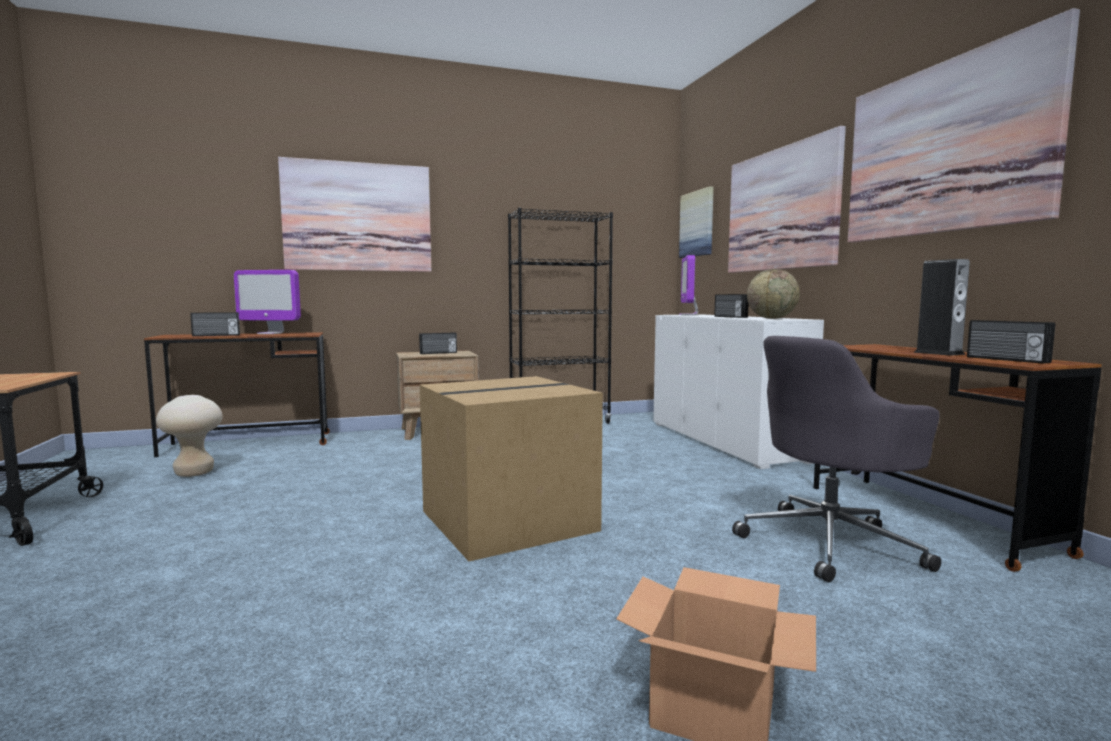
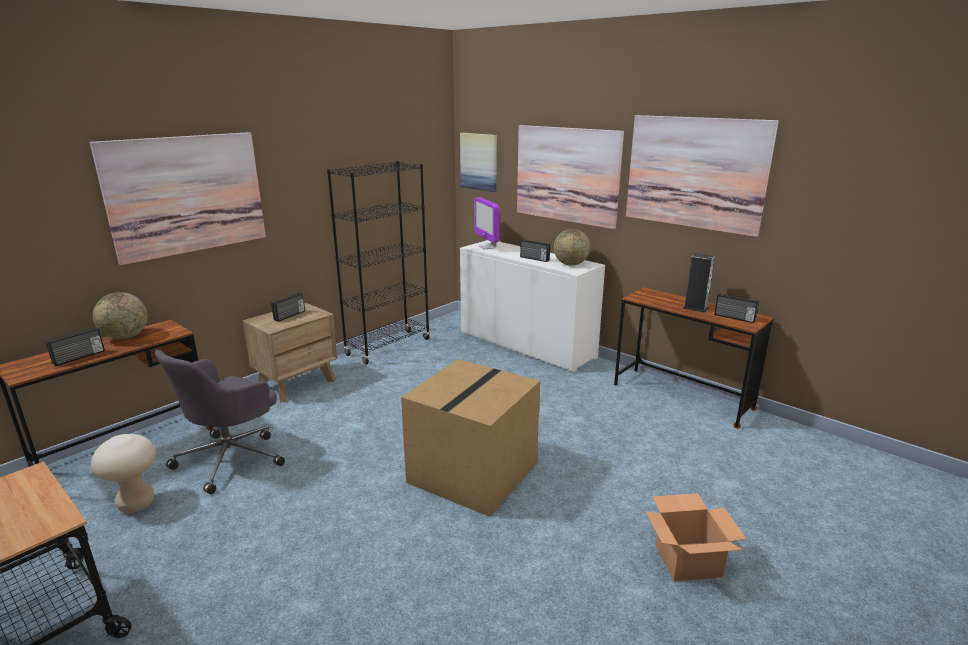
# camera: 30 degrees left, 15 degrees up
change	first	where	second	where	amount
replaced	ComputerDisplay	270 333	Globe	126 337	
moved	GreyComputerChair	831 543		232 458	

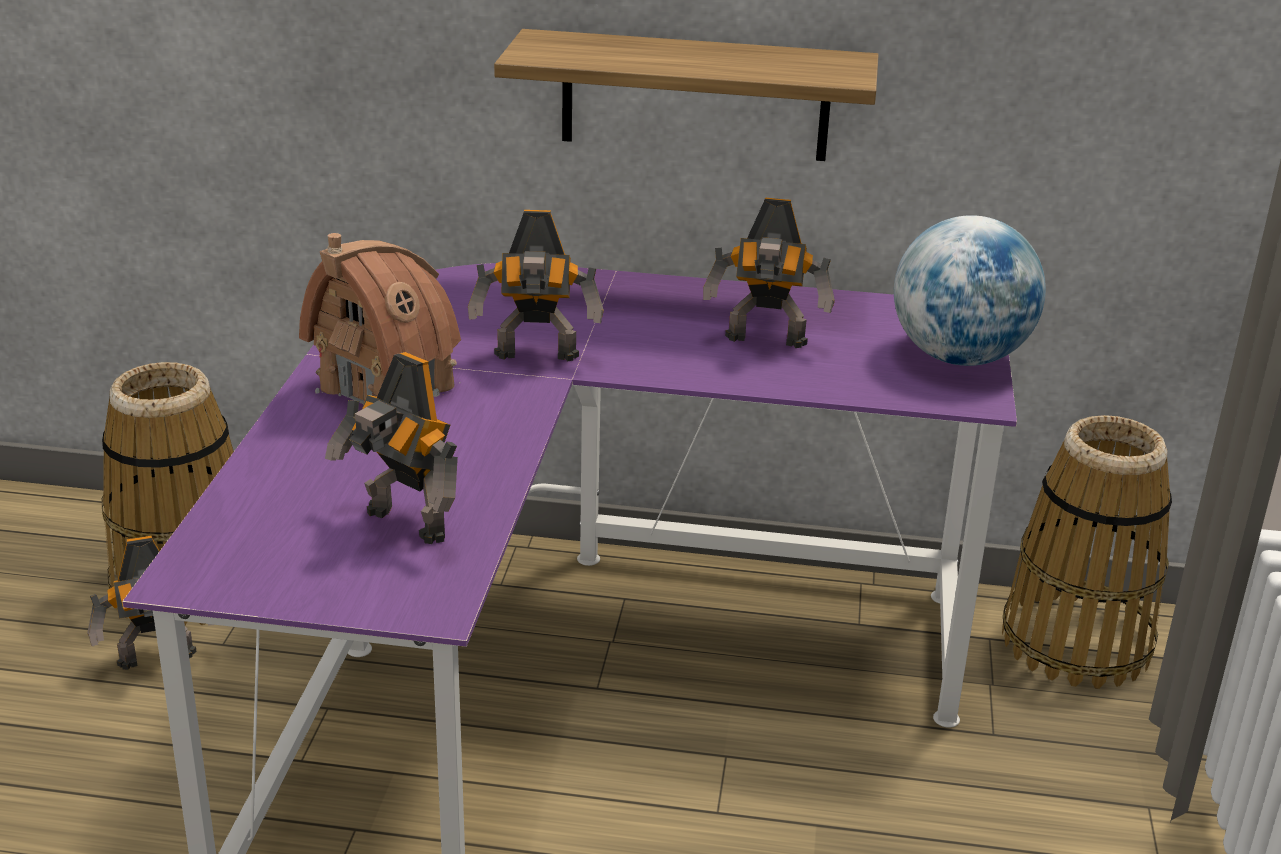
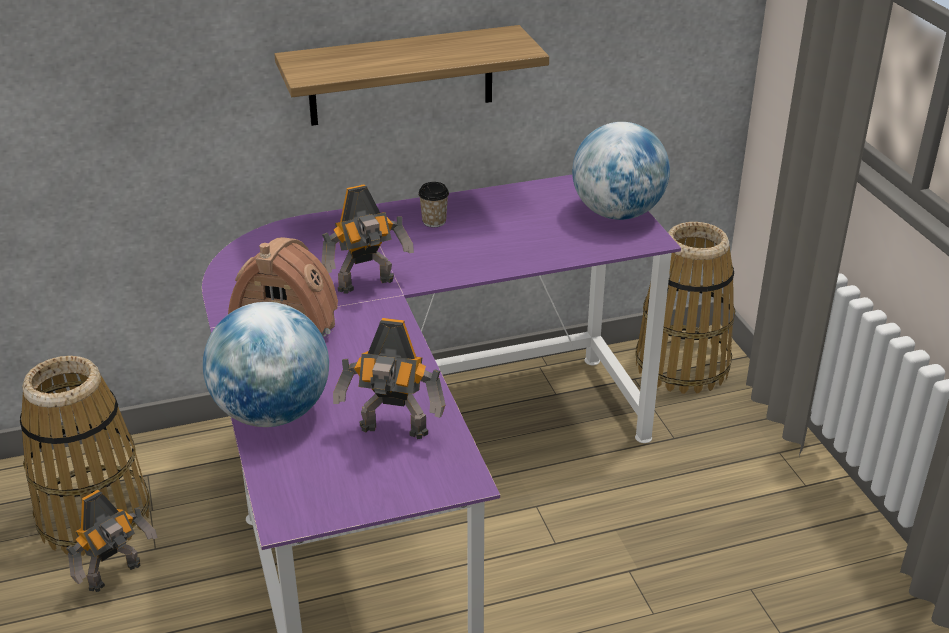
# camera: 25 degrees left, 5 degrees up
change	first	where	second	where	amount
removed	RobotFigure	766 342			
added			Cup	434 221	
added			Globe	272 413	

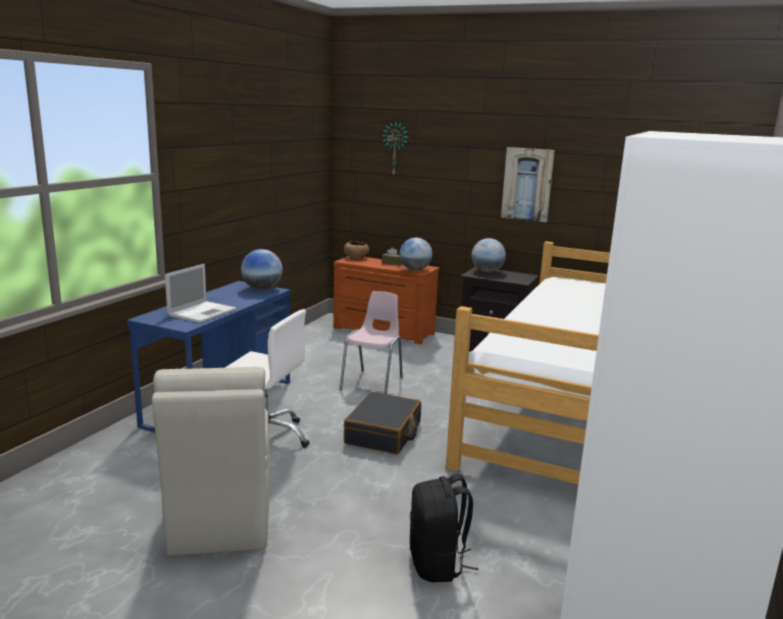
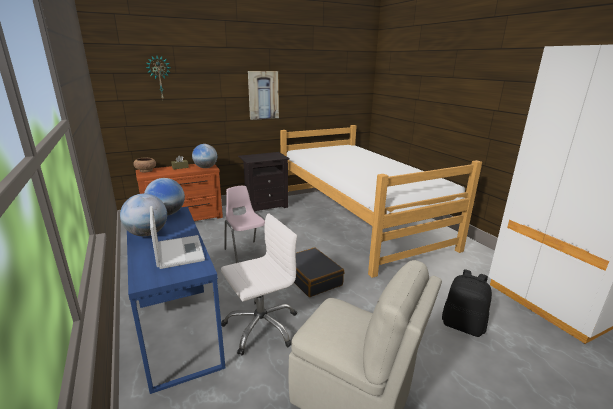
# camera: 50 degrees left, 5 degrees up
change	first	where	second	where	amount
moved	Globe	487 271		147 234	

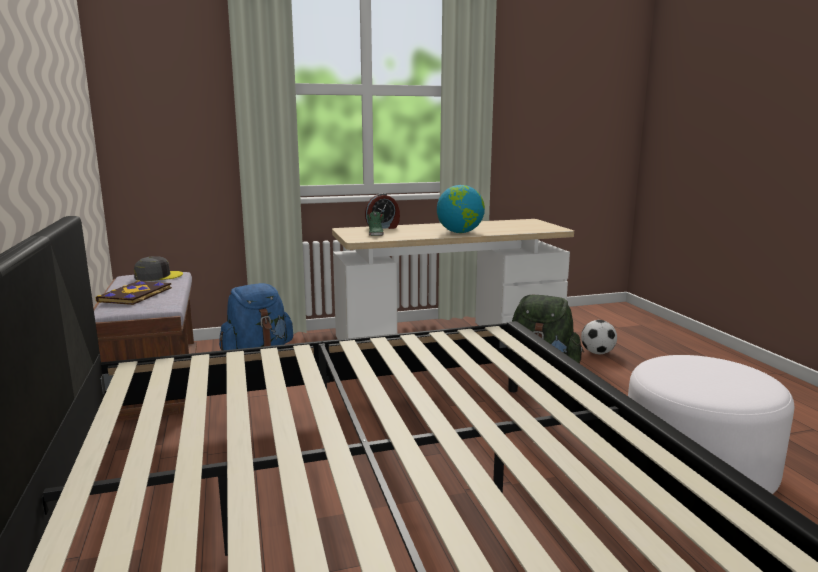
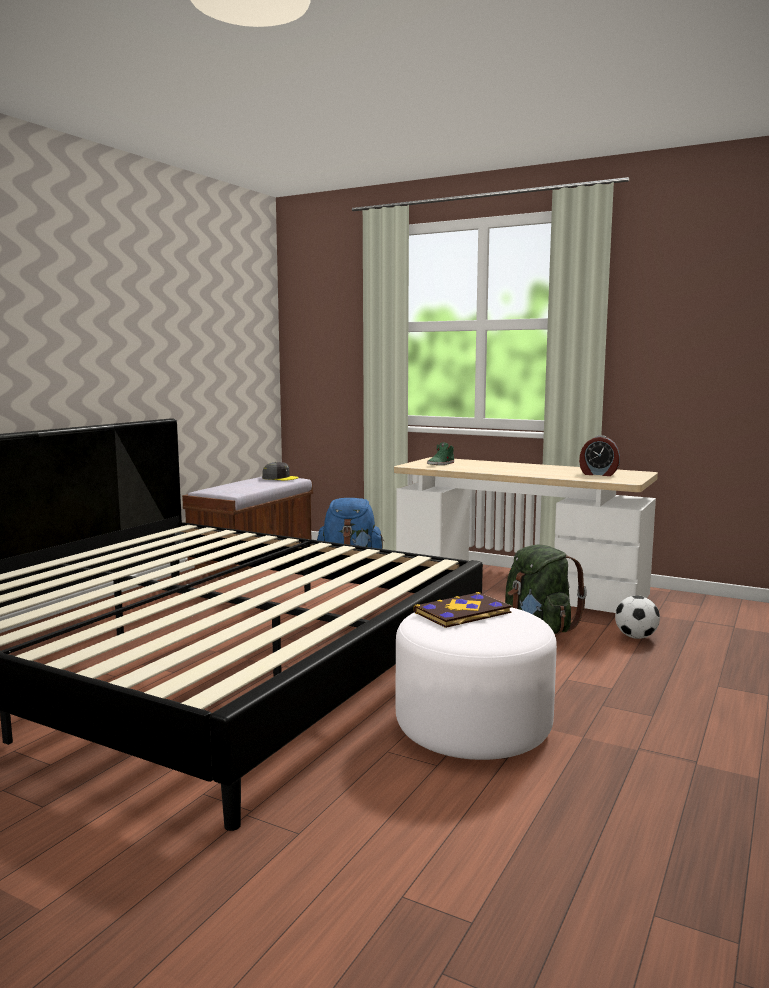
# camera: 45 degrees right, 5 degrees down
change	first	where	second	where	amount
removed	Globe	460 232			
moved	TableClock	383 227		598 474	
moved	Volume	136 295		463 613	

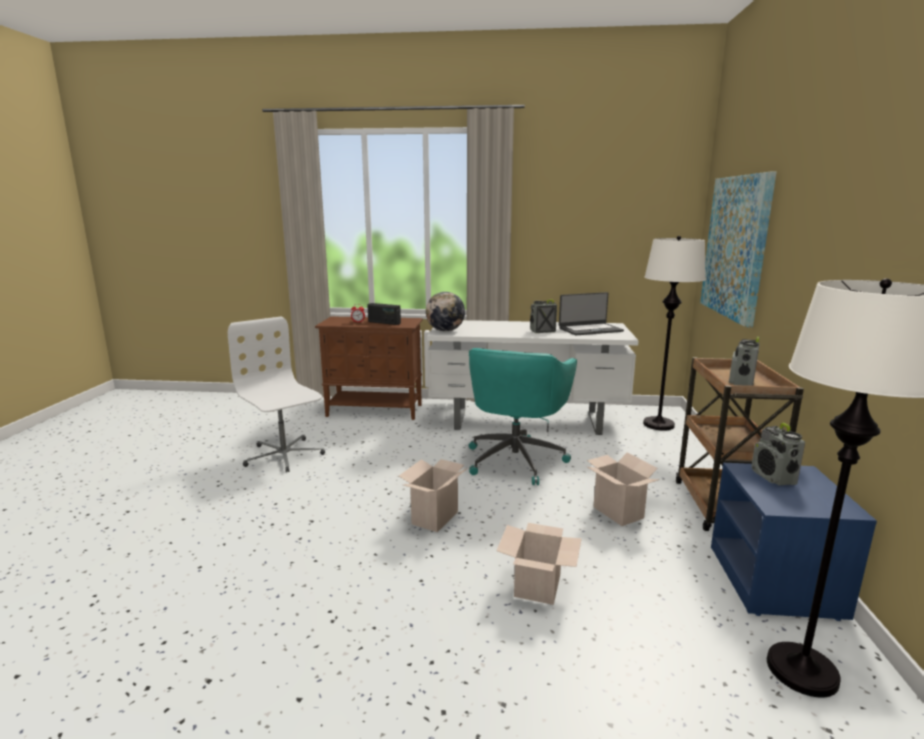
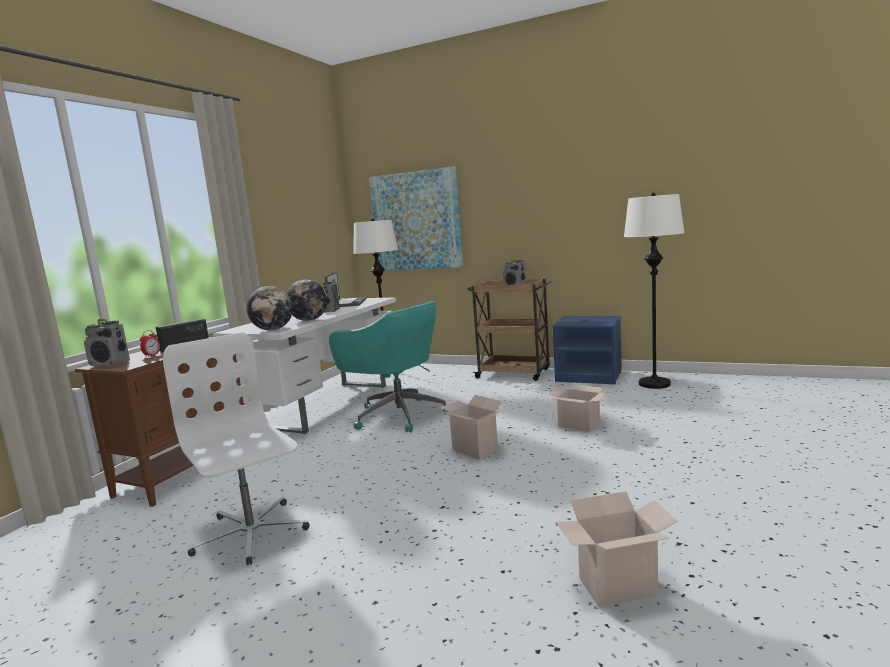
# camera: 70 degrees left, 5 degrees down
change	first	where	second	where	amount
turned	WhiteColouredComputerChair	283 455		250 533	75 degrees clockwise
moved	Radio	773 477		110 364	
moved	PackingBox	616 512		616 588	
added			Globe	309 320	

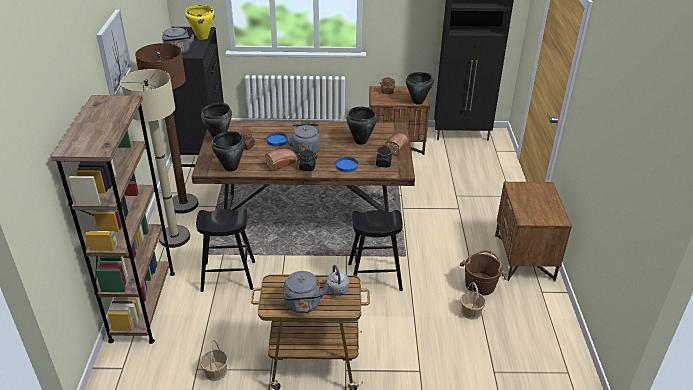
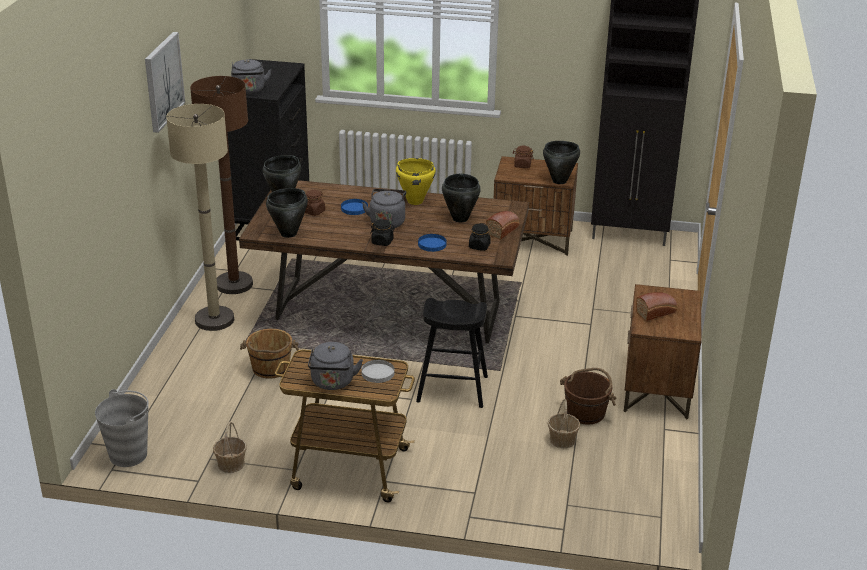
# camera: 10 degrees right, 5 degrees down
change	first	where	second	where	amount
moved	YellowStockpot	202 37		415 201	
removed	BrownBookshelf	143 305			
moved	Bread	282 163		657 312	
replaced	BlackishStool	228 276	BrownWaterBucket	270 368	
replaced	GreyKettle	337 290	WhiteColouredPlate	378 373	
added			GreyWaterBucket	129 455	

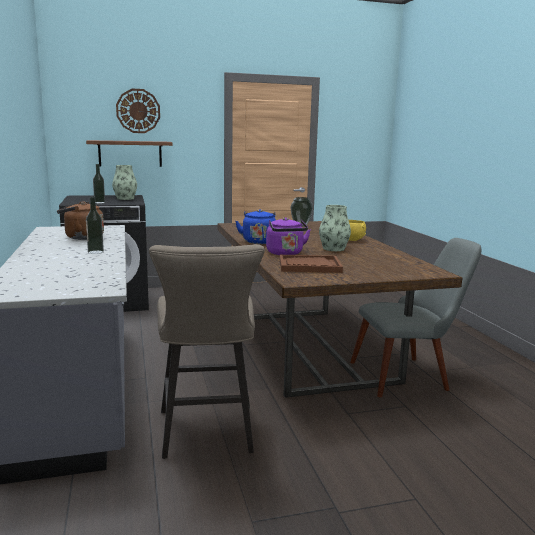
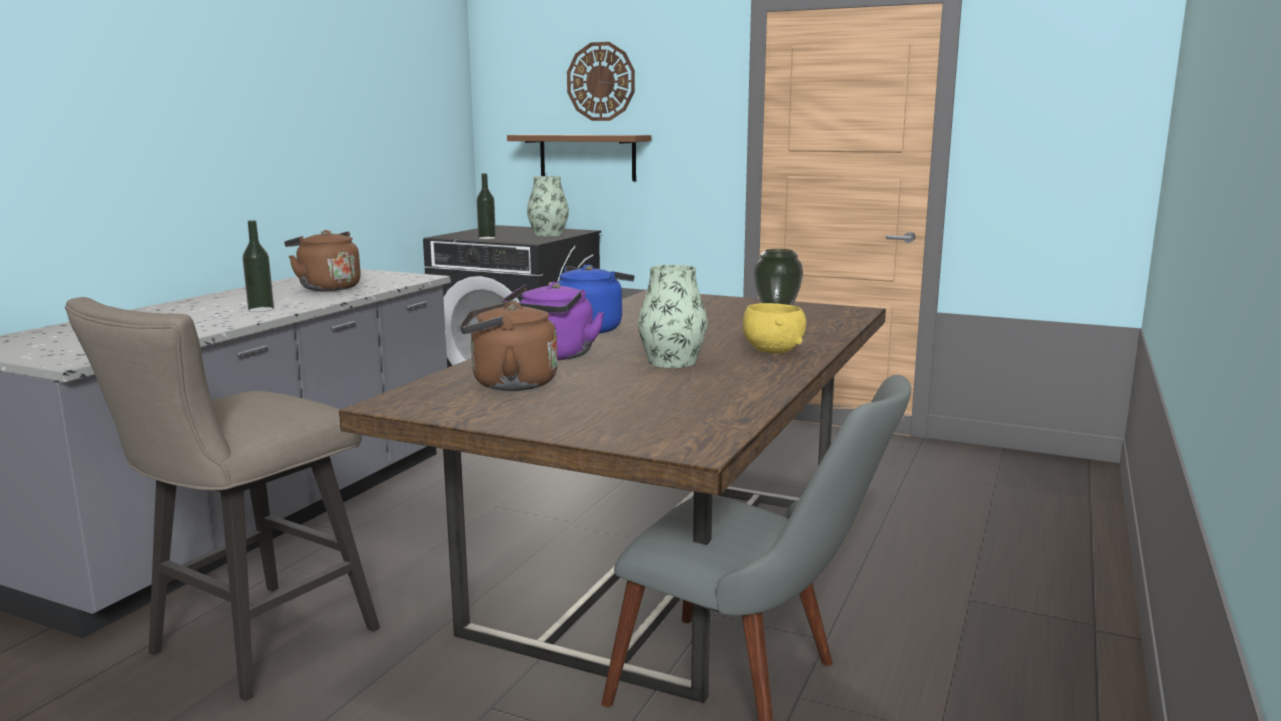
# camera: 40 degrees right, 0 degrees up
change	first	where	second	where	amount
replaced	BrownCarryingTray	309 266	BrownKettle	508 384	

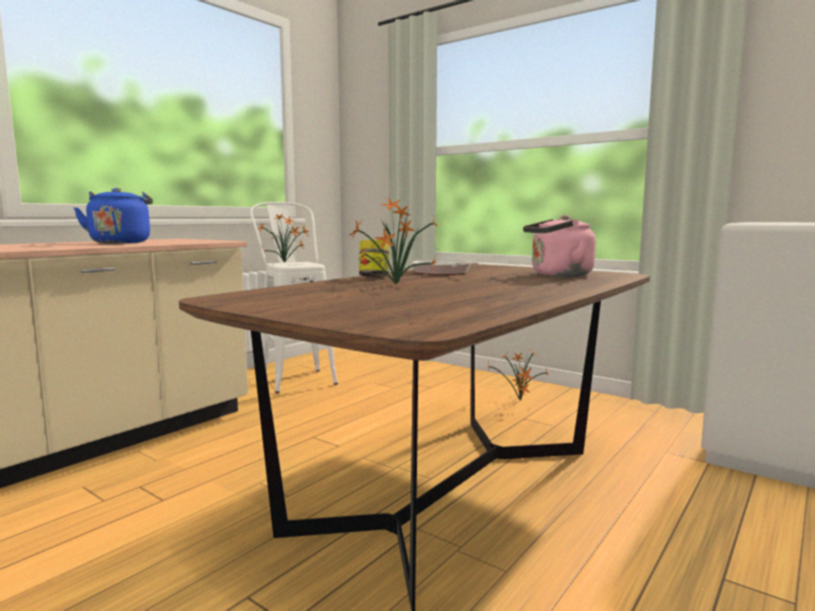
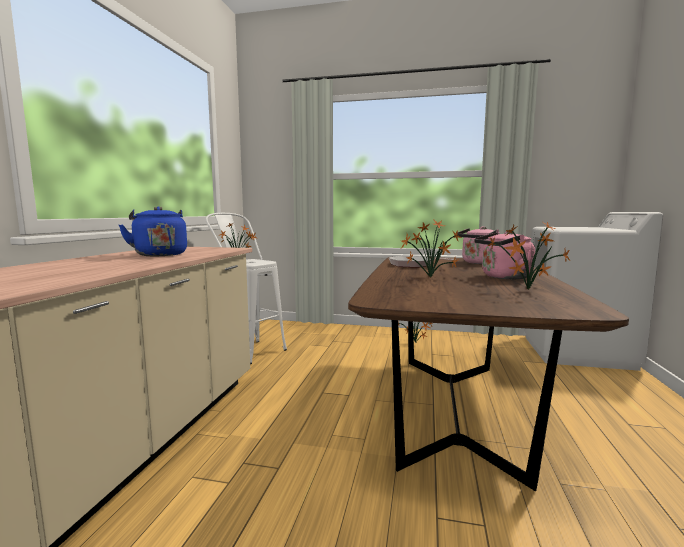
# camera: 25 degrees left, 0 degrees up
change	first	where	second	where	amount
removed	Jar	374 277			
added			PlantInAPot	526 290	
added			PinkKettle	503 277	

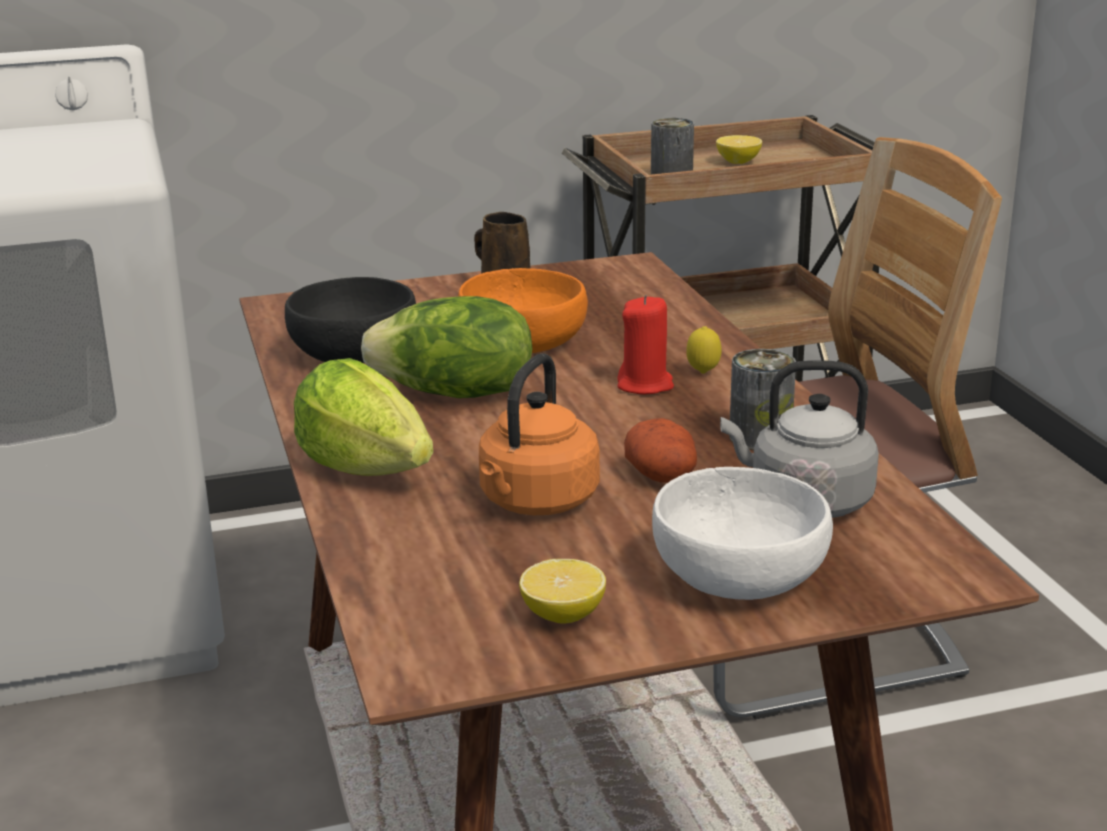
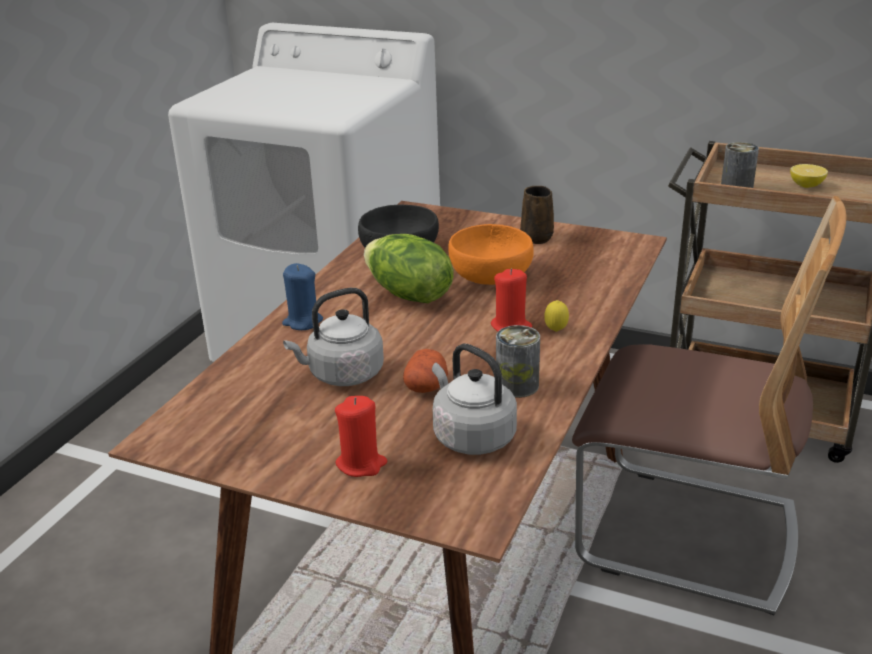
# camera: 40 degrees right, 5 degrees up
change	first	where	second	where	amount
recoloured	OrangeyKettle	536 502	GreyKettle	342 375	
replaced	HeadOfLettuce	366 467	BlueCandle	302 322	
replaced	WhiteColouredBowl	738 578	ReddishCandle	361 464	
removed	CitrusFruit	563 615			

